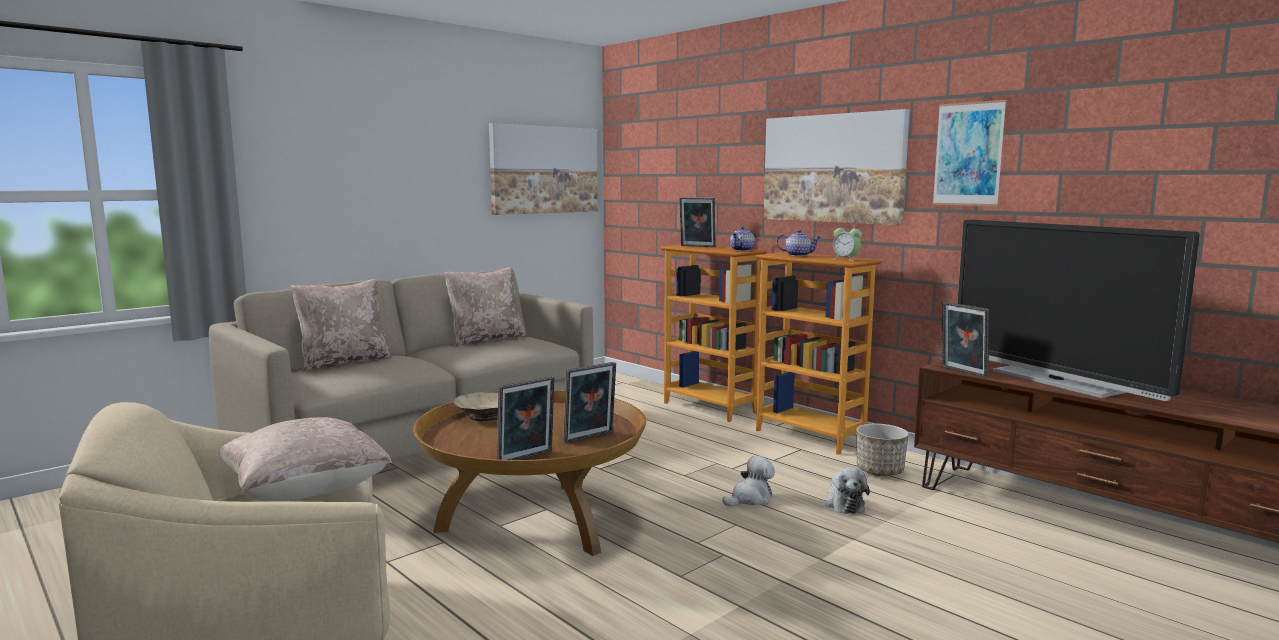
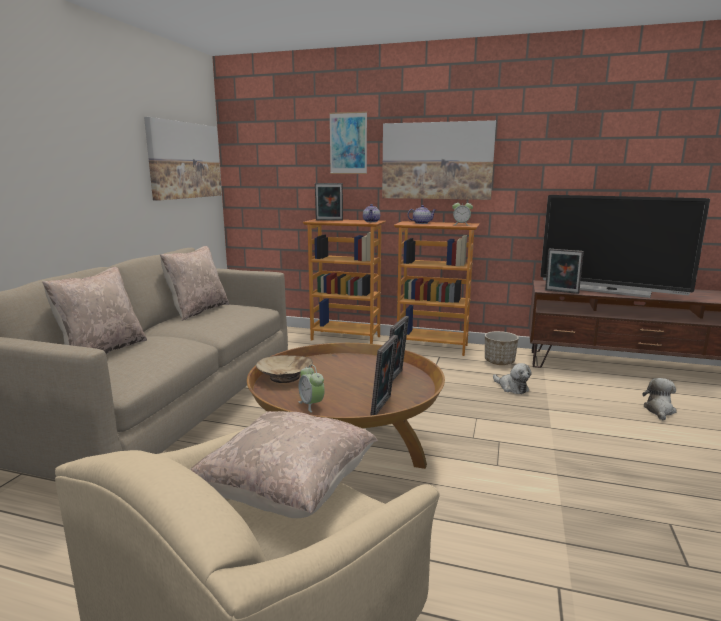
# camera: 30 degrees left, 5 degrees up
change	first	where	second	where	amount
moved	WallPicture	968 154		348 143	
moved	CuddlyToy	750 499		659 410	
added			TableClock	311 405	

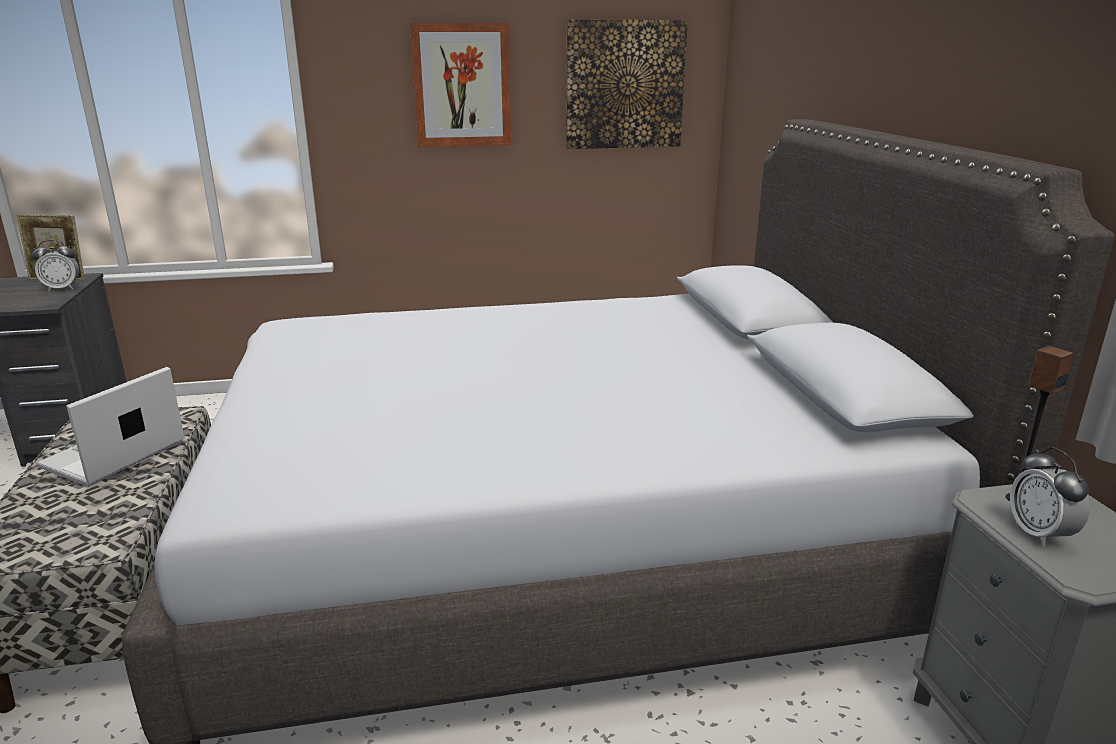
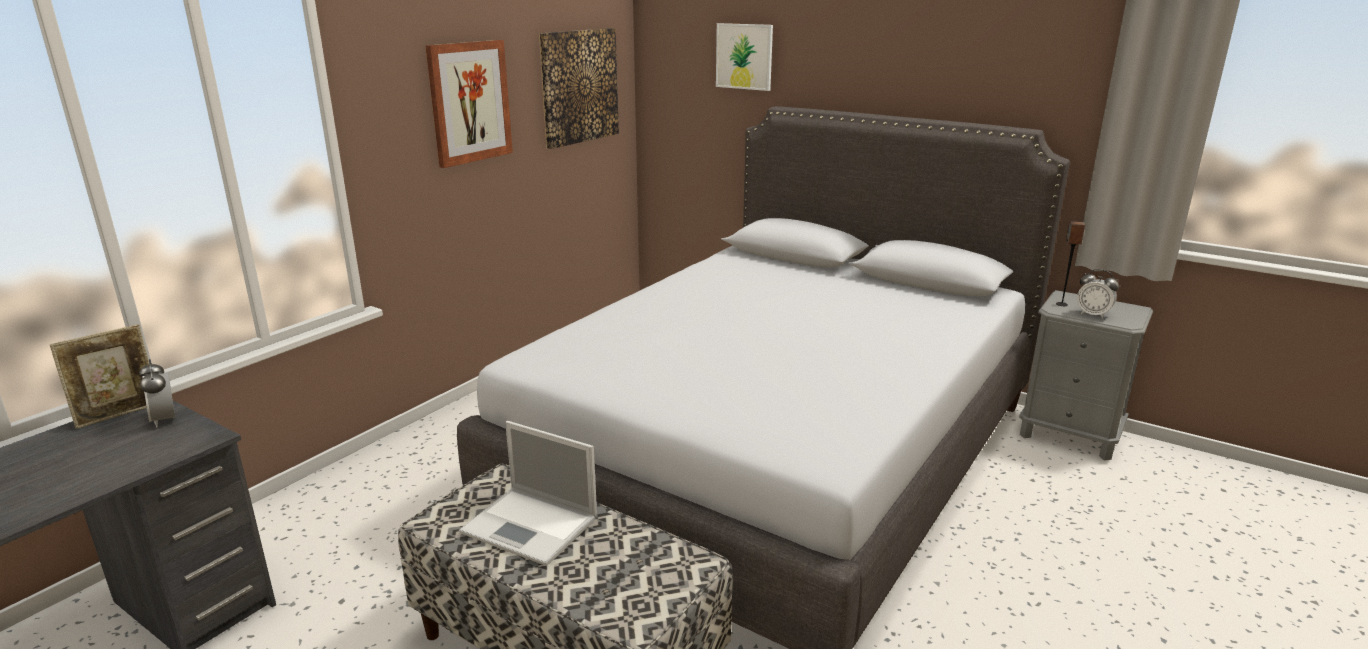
# camera: 45 degrees left, 0 degrees up
change	first	where	second	where	amount
turned	TableClock	62 288		165 419	120 degrees clockwise
turned	PortableComputer	111 455		532 526	45 degrees counterclockwise
added			WallPicture	744 56	

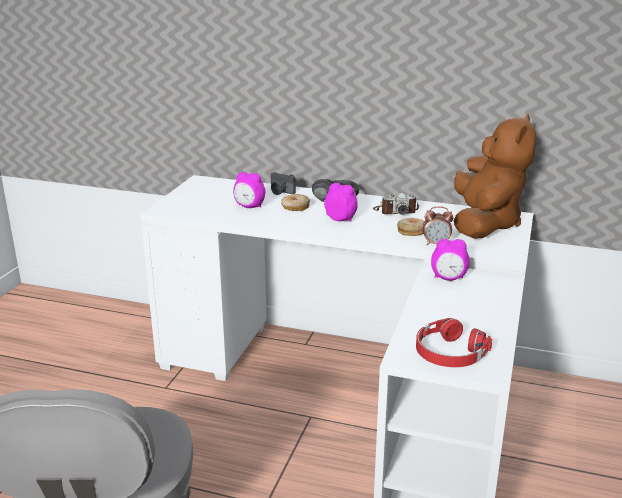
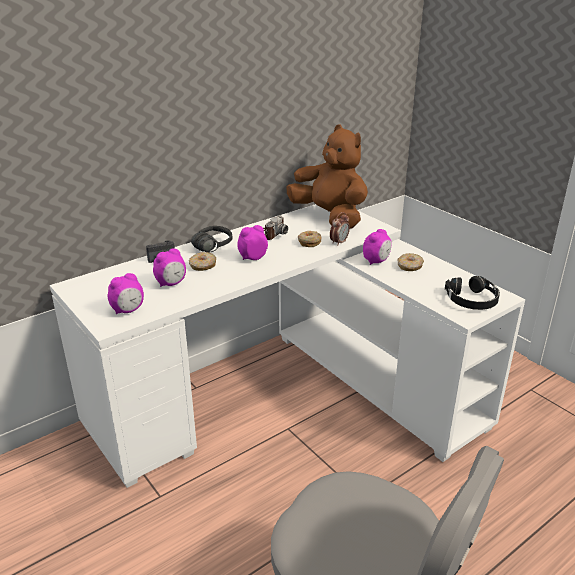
# camera: 55 degrees left, 5 degrees up
change	first	where	second	where	amount
recoloured	ReddishHeadphones	449 353	BlackishHeadphones	472 300	
added			Doughnut	409 266	
added			TableClock	128 310	

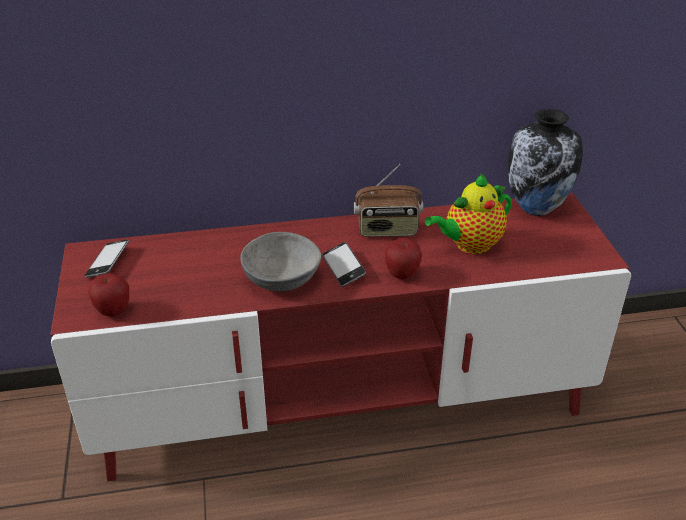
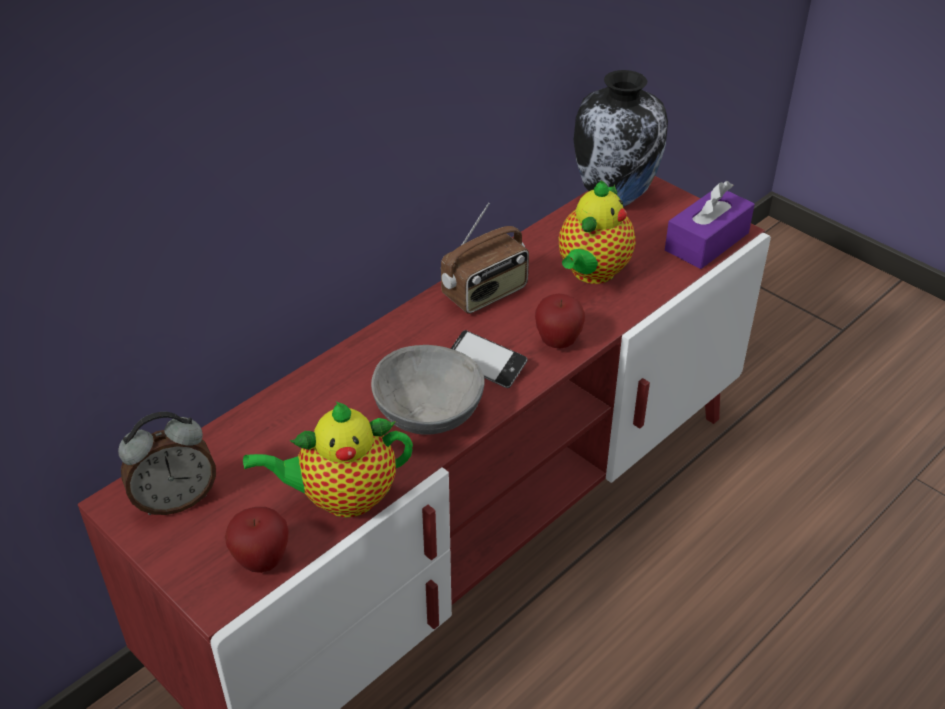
# camera: 35 degrees left, 5 degrees up
change	first	where	second	where	amount
replaced	Telephone	108 262	TableClock	175 500	
added			PurpleBoxOfTissues	707 242	
added			PotForTea	342 497	

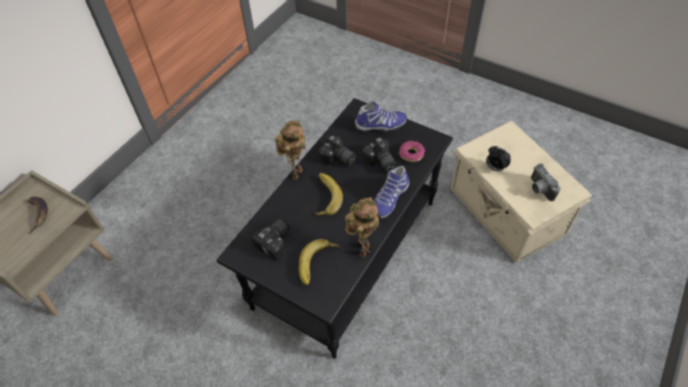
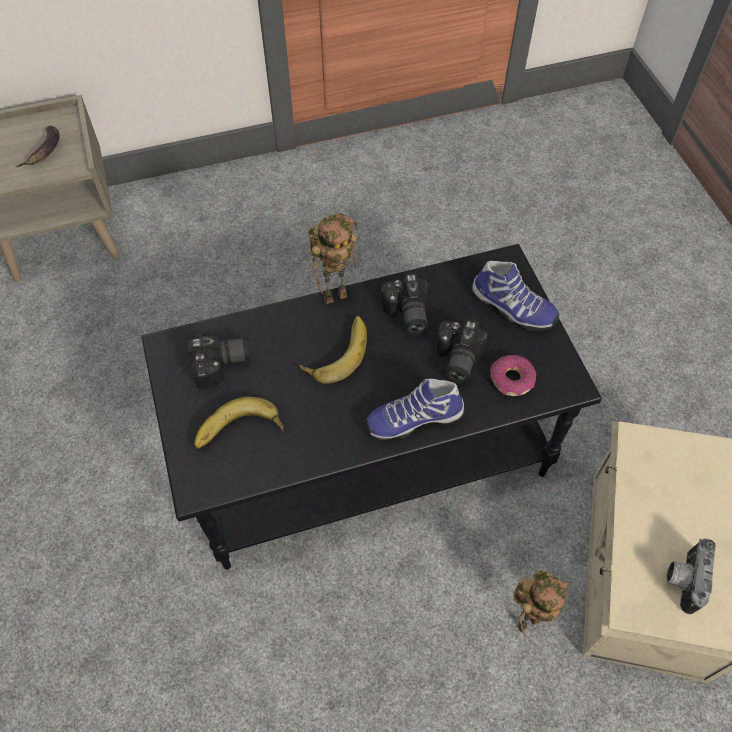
# camera: 40 degrees right, 5 degrees up
change	first	where	second	where	amount
removed	TableClock	495 168			
moved	RobotFigure	363 248		527 620	

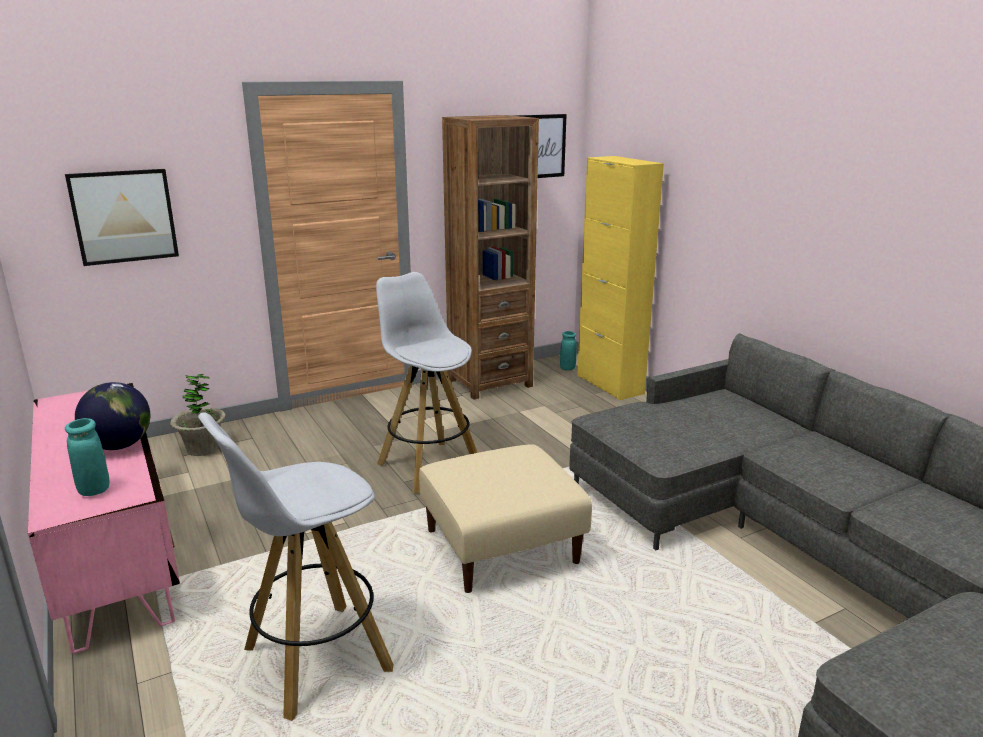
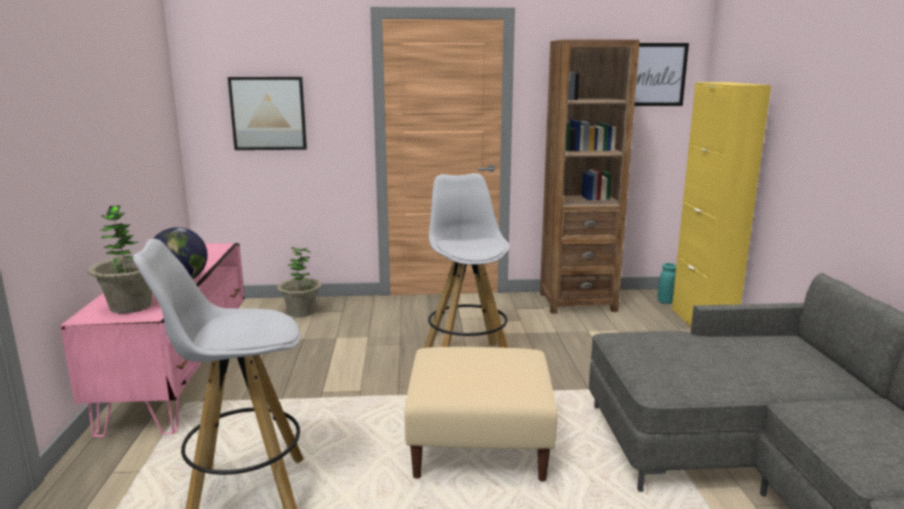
# camera: 25 degrees right, 5 degrees down
change	first	where	second	where	amount
replaced	BlueGreenDecorativeVase	94 490	PlantInAPot	130 306	

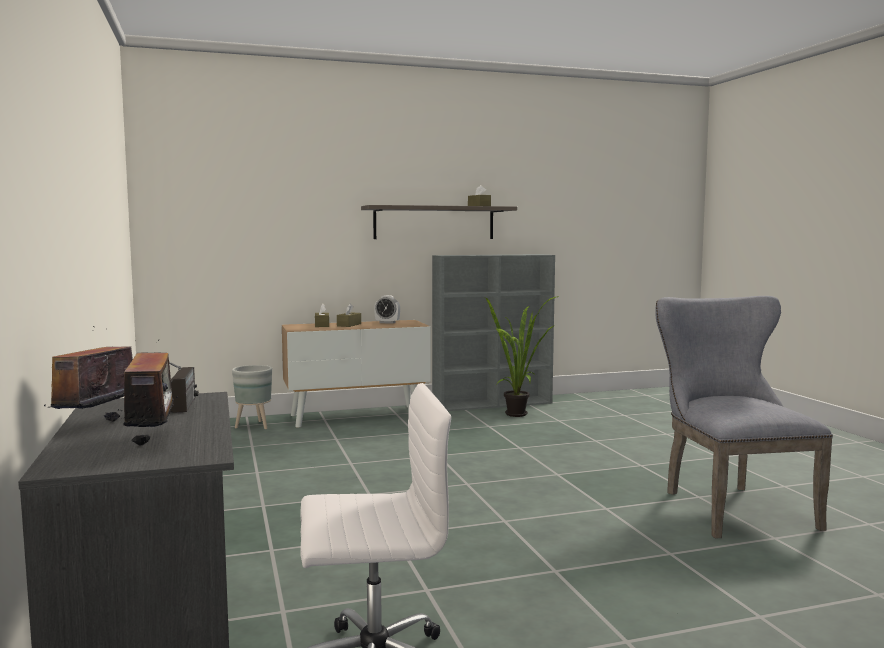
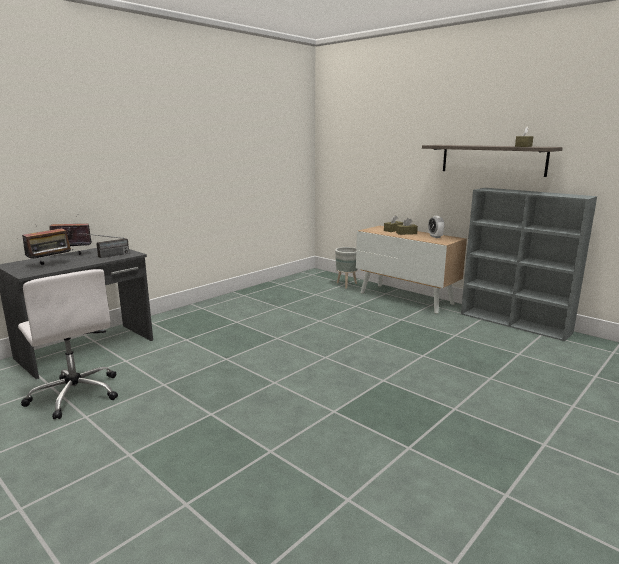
# camera: 60 degrees right, 10 degrees up
change	first	where	second	where	amount
removed	PlantInAPot	520 415			
removed	GreyUprightChair	729 506			

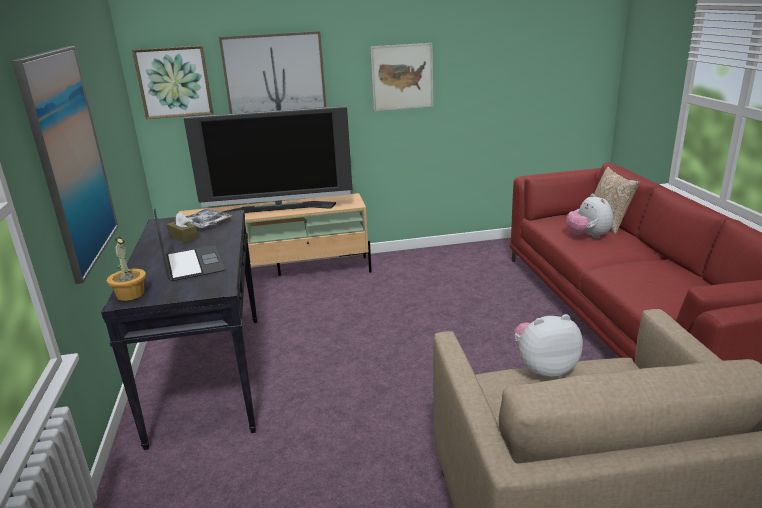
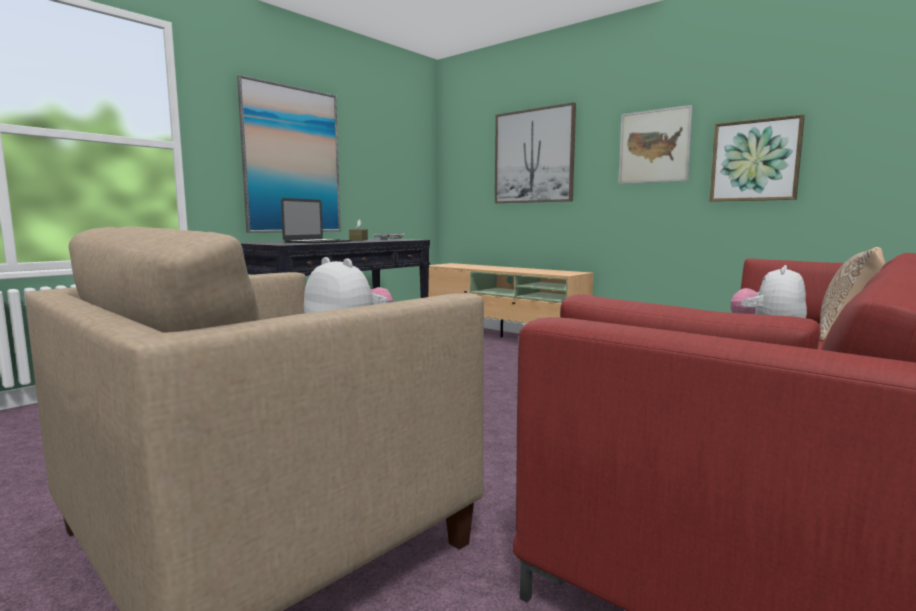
# camera: 50 degrees right, 15 degrees down
change	first	where	second	where	amount
moved	WallPicture	174 82		755 160	
removed	Television	279 209			
removed	PlantInAPot	130 294			

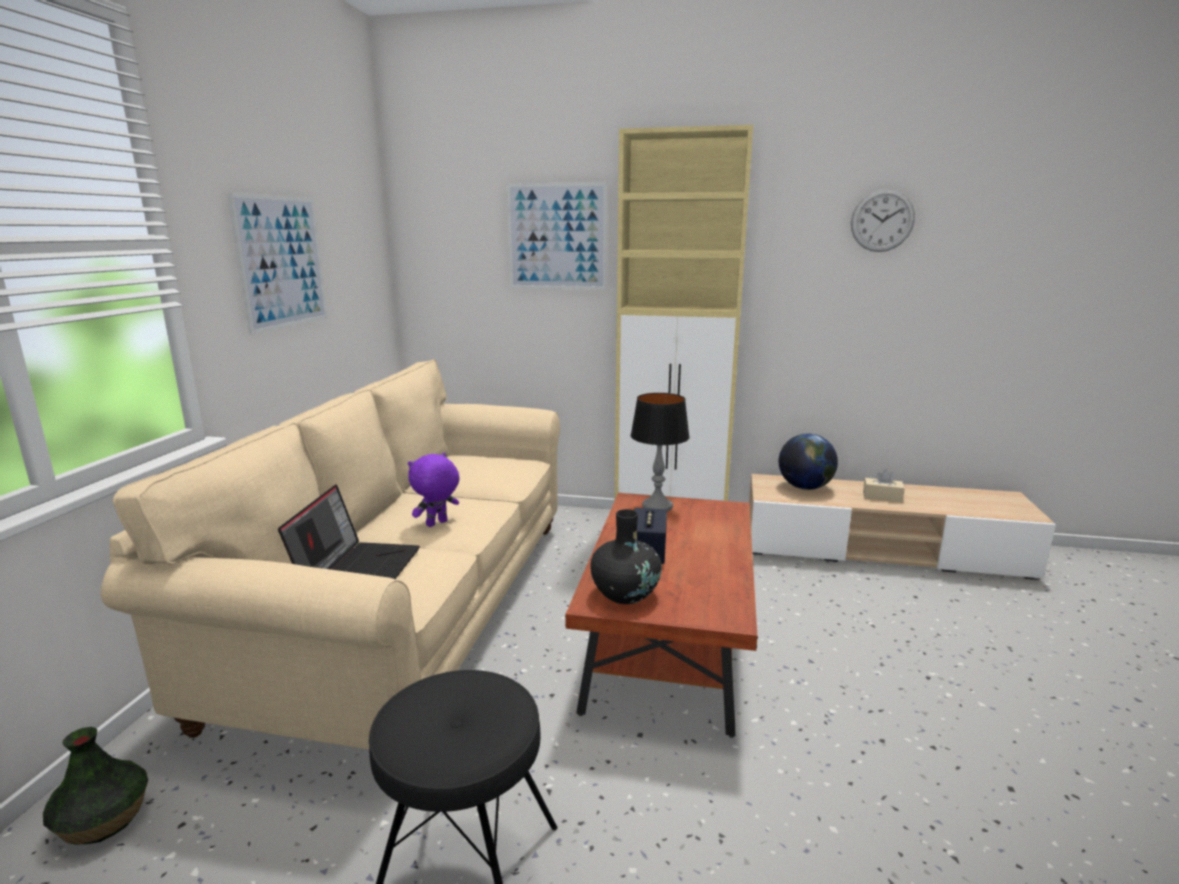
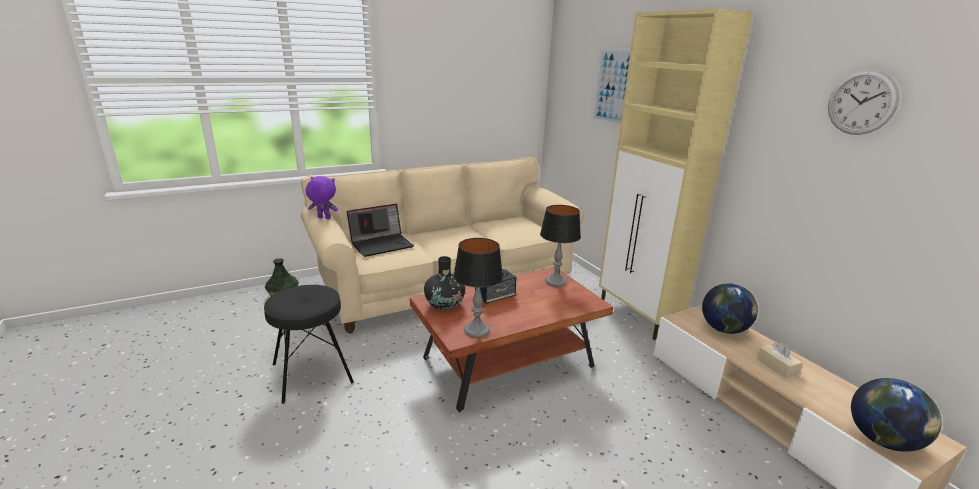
# camera: 50 degrees right, 5 degrees up
change	first	where	second	where	amount
removed	WallPicture	282 262			
moved	PurpleCuddlyToy	437 524		323 218	
added			TableLamp	477 330	
added			Globe	882 440	

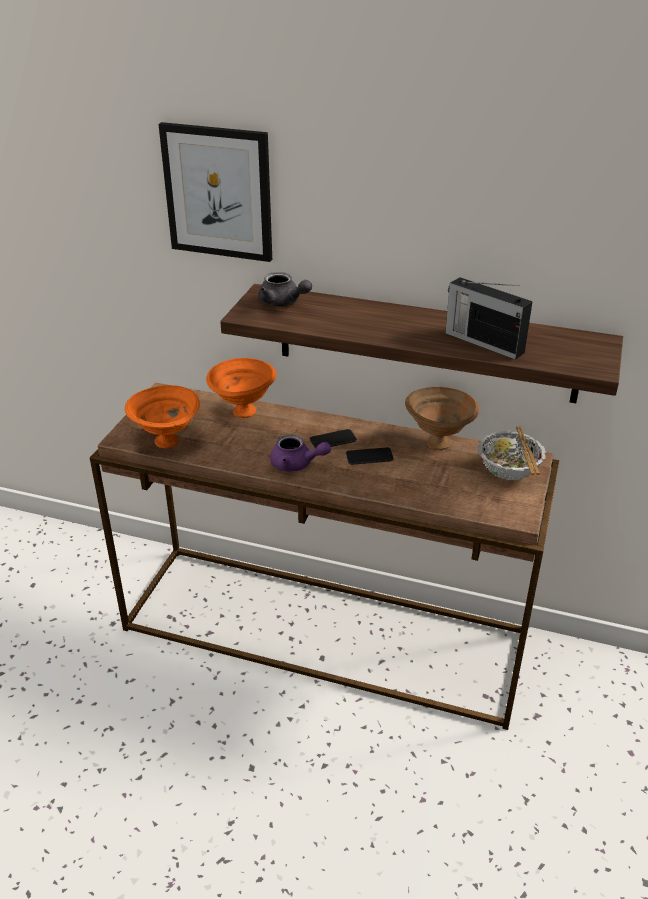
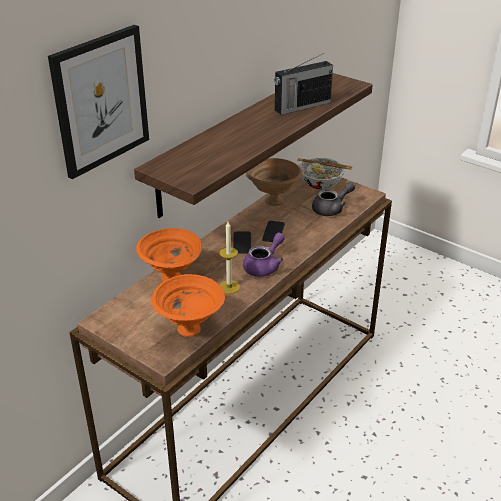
# camera: 70 degrees left, 0 degrees up
change	first	where	second	where	amount
moved	GreyPotForTea	283 303		332 209	
added			Candle	229 287	

